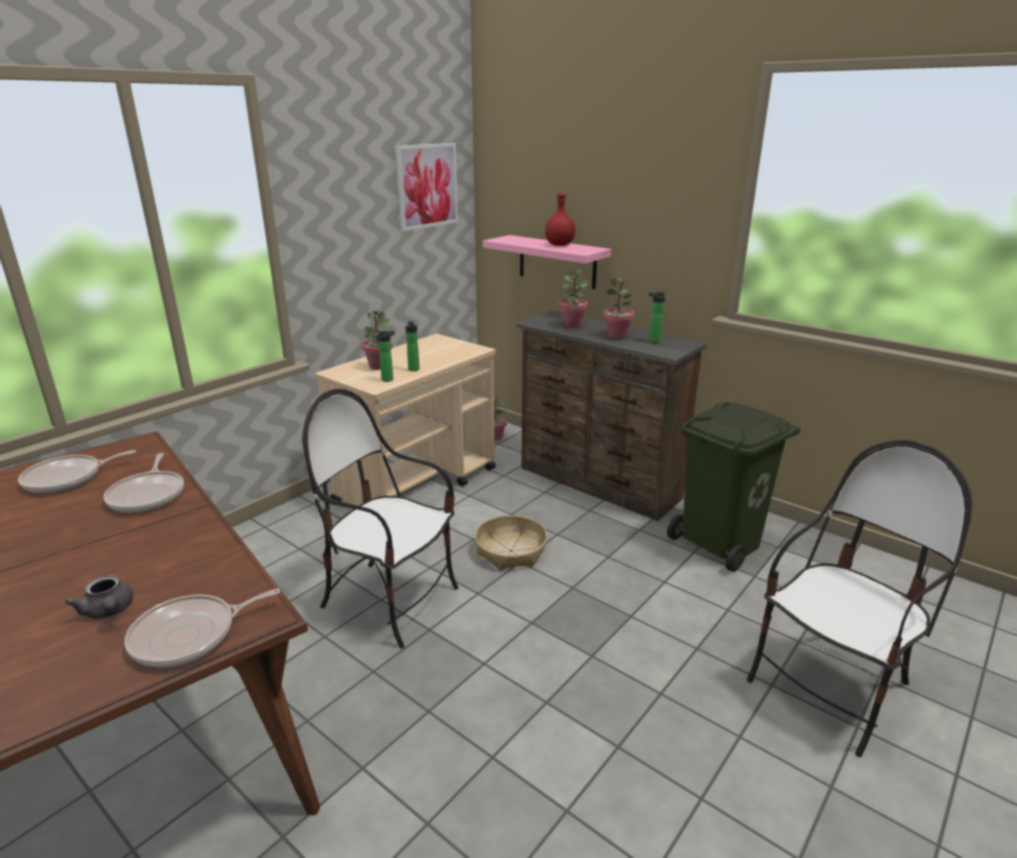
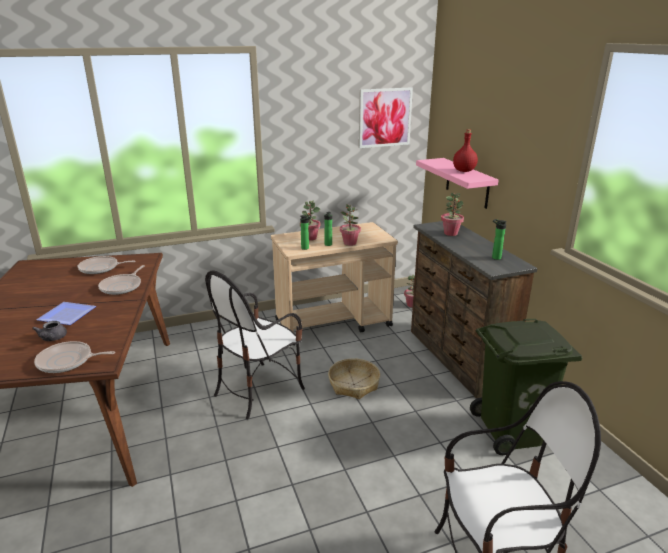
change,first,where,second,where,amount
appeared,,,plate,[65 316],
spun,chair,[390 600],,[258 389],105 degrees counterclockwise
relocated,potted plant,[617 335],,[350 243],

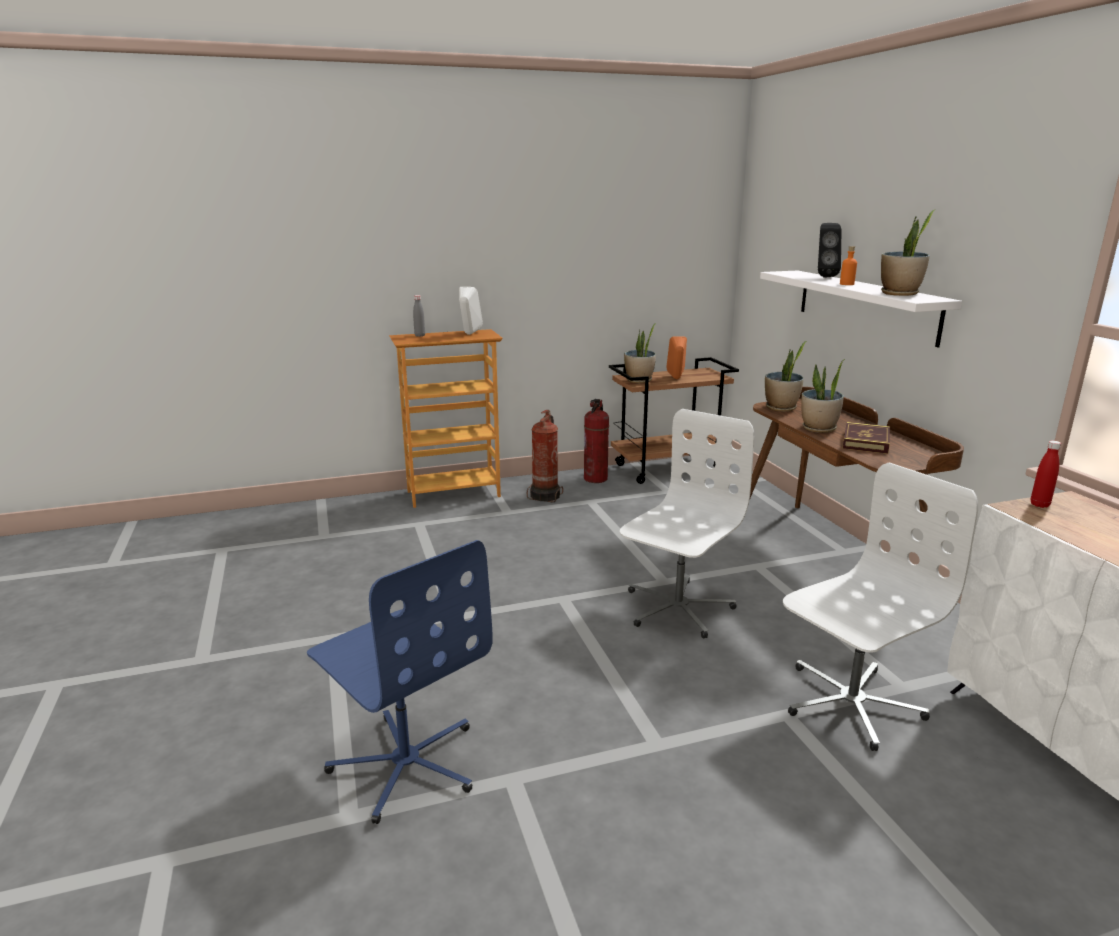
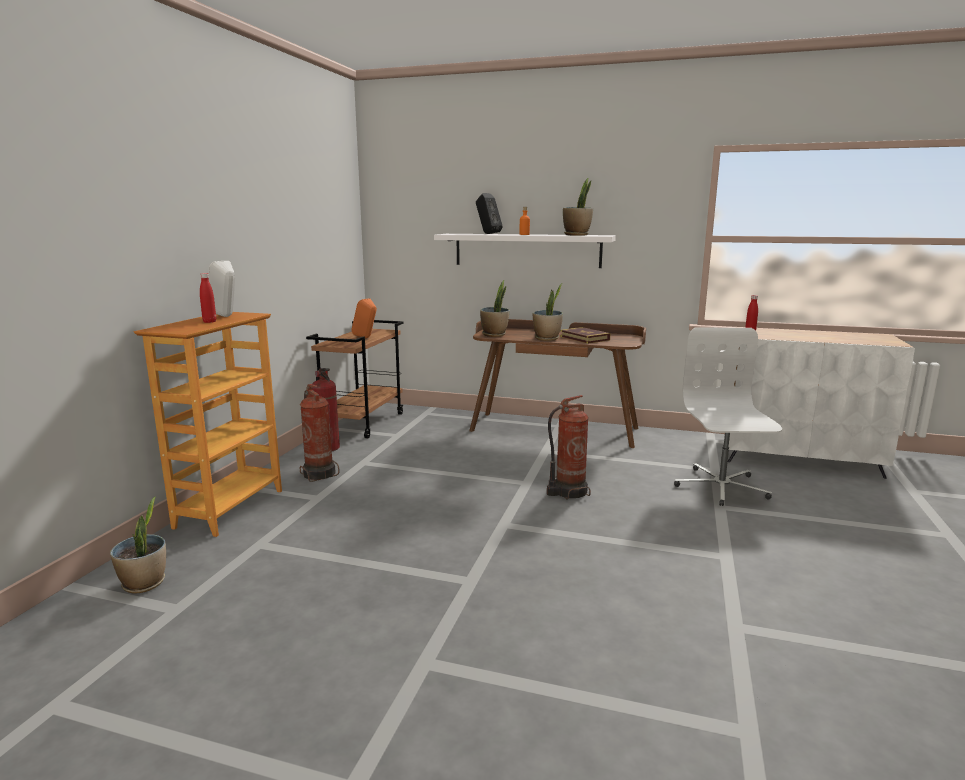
change,first,where,second,where,amount
relocated,potted plant,[639 380],,[144 584],
appeared,,,red bottle,[209 322],
exchanged,white office chair,[677 608],fire extinguisher,[568 492],
missing,blue office chair,[406 763],,,
missing,grey bottle,[420 335],,,

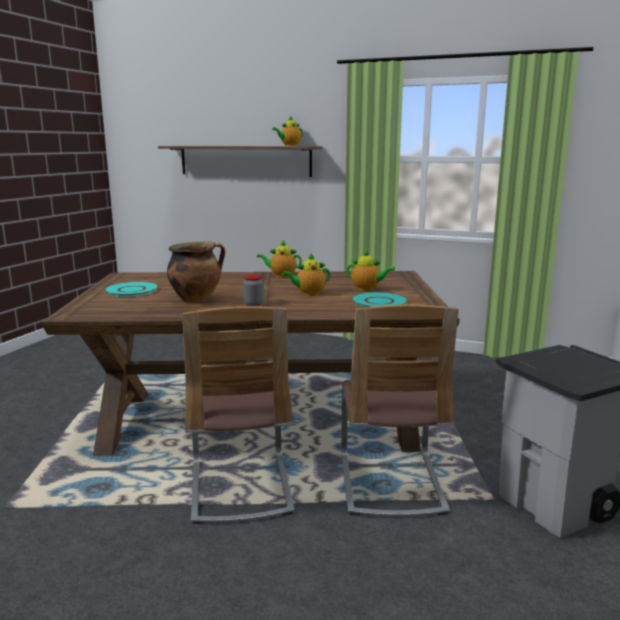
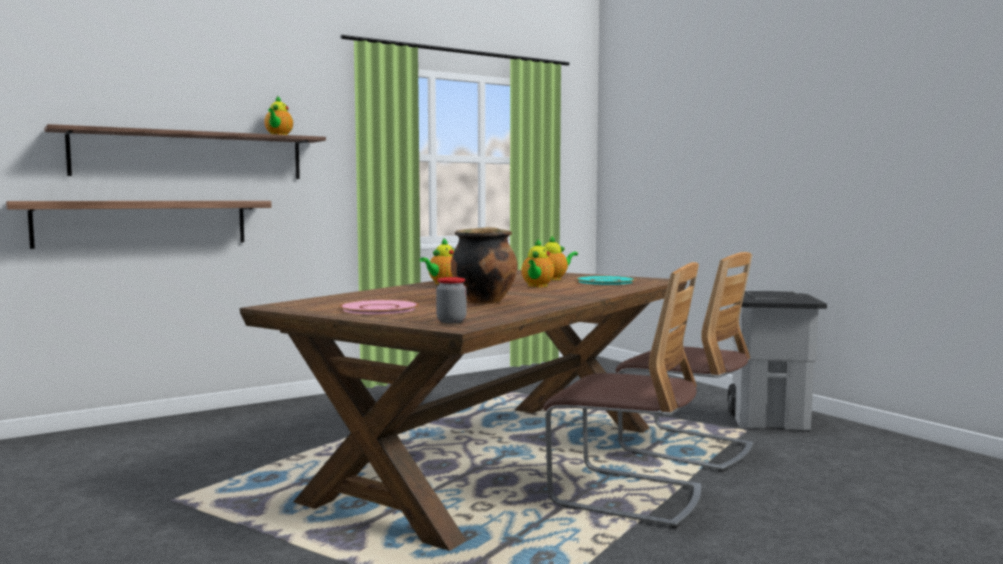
change,first,where,second,where,amount
appeared,,,shelf,[143 223],
colour,turquoise plate,[131 290],pink plate,[379 309],
relocated,jar,[253 304],,[451 321],

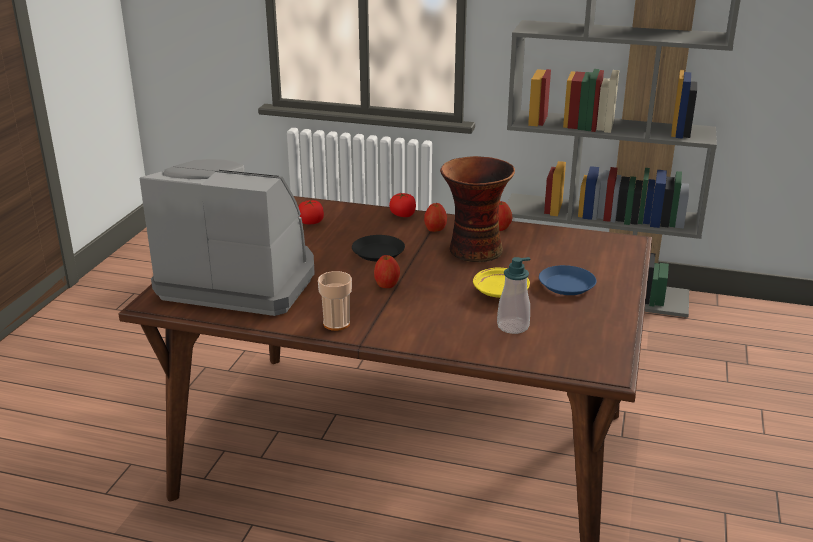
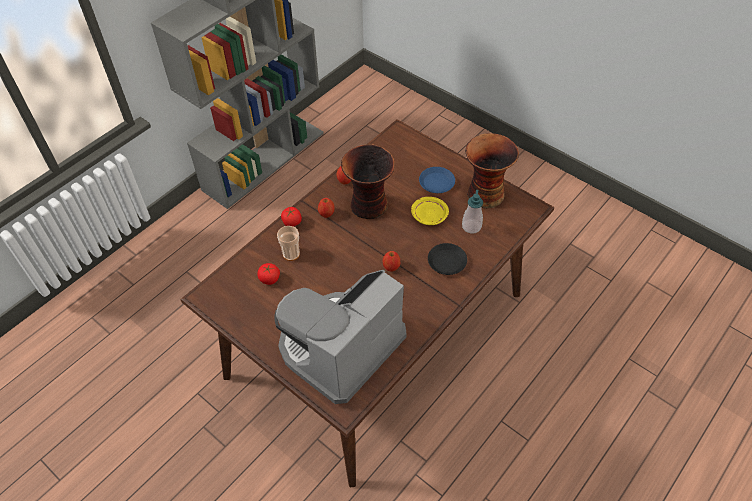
change,first,where,second,where,amount
relocated,cup,[336 323],,[291 254],
relocated,black plate,[378 252],,[447 262],
appeared,,,vase,[484 194],

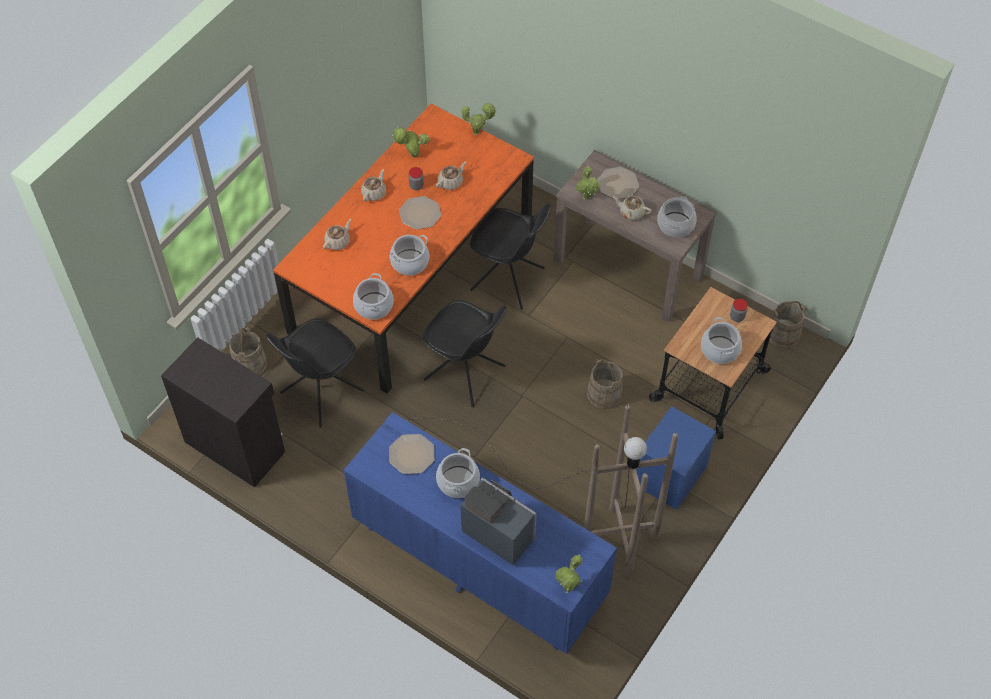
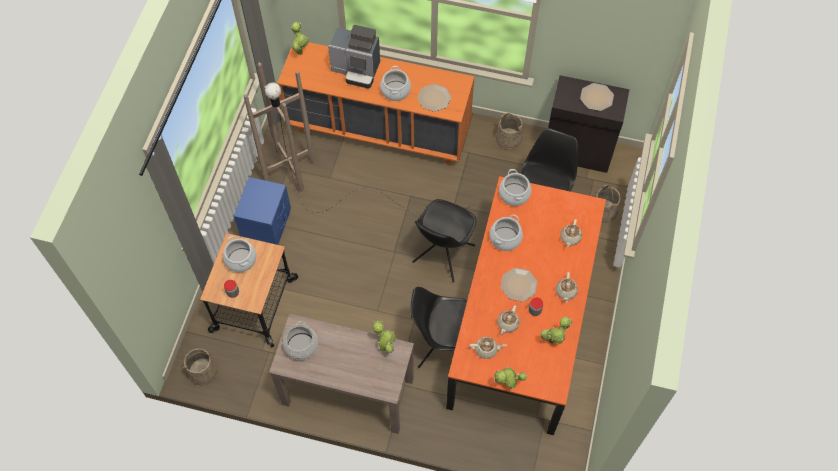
change,first,where,second,where,amount
colour,blue dresser,[478 563],orange dresser,[379 130],
spun,black chair,[466 374],,[442 254],75 degrees counterclockwise
relocated,beige teapot,[631 212],,[486 350],
relocated,beige bucket,[604 394],,[508 139],
relocated,plate,[618 184],,[596 97],

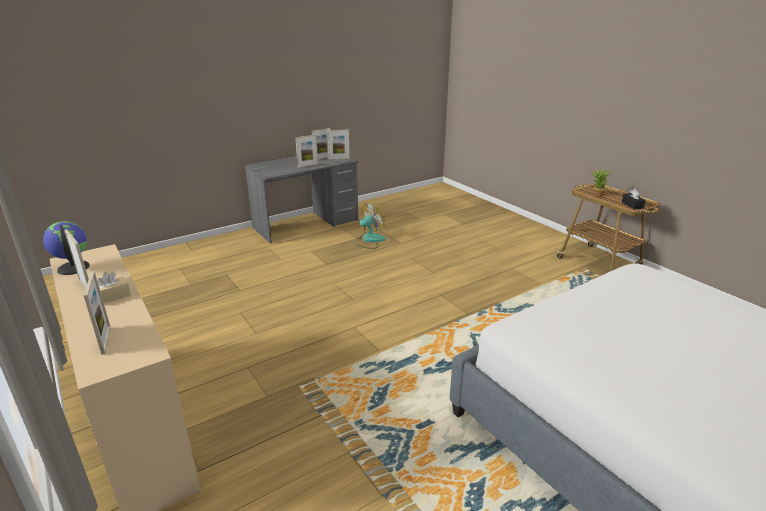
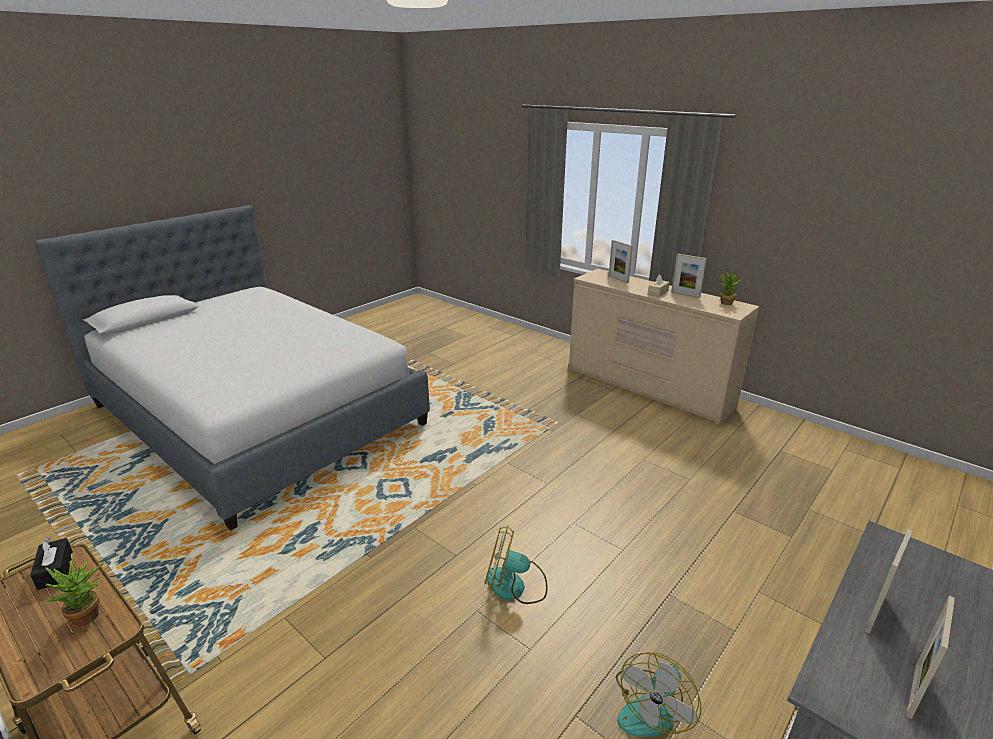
change,first,where,second,where,amount
appeared,,,fan,[515 586],
exchanged,globe,[73 268],potted plant,[724 302],
missing,picture frame,[339 159],,,

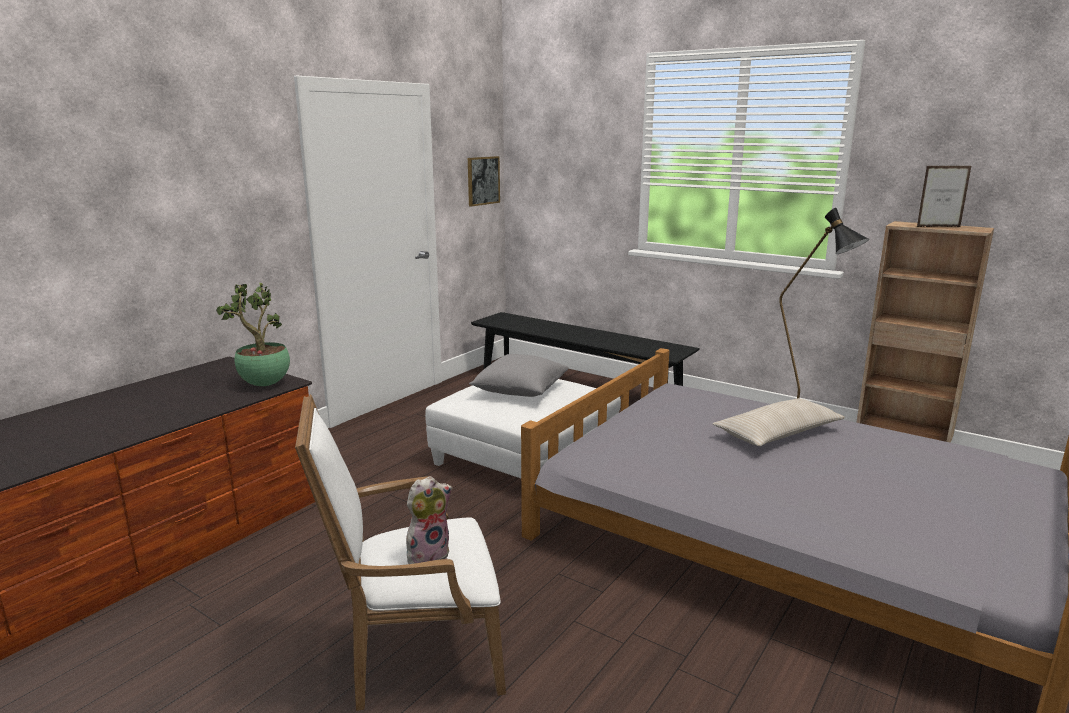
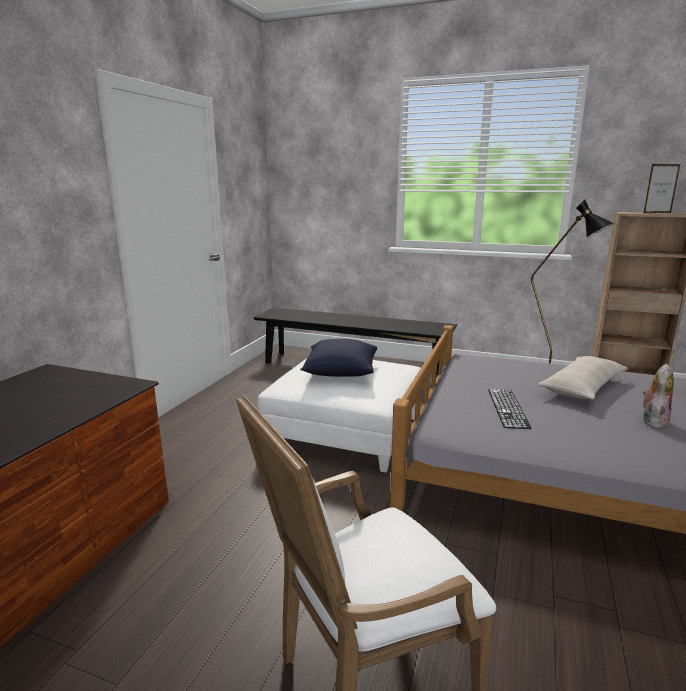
change,first,where,second,where,amount
colour,grey pillow,[519 391],blue pillow,[340 372],
appeared,,,keyboard,[507 408],
relocated,plush toy,[428 555],,[653 421],
missing,potted plant,[264 385],,,
missing,picture,[483 180],,,

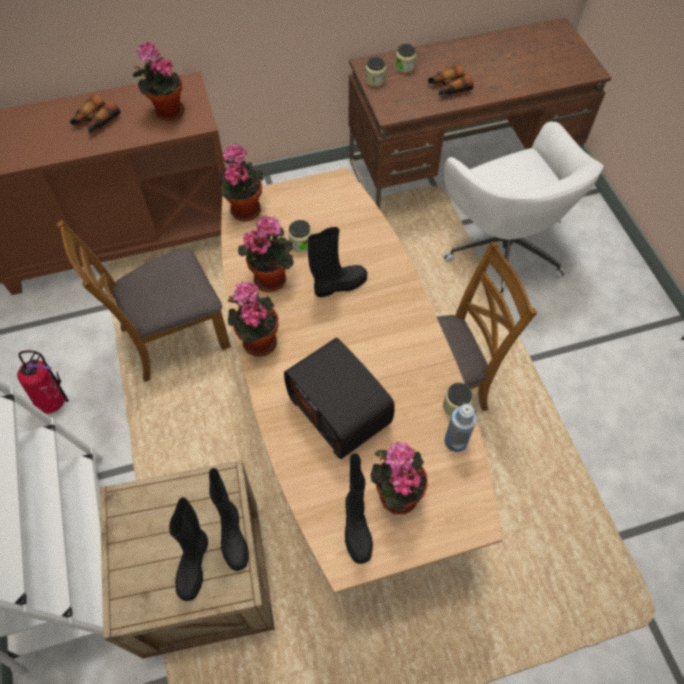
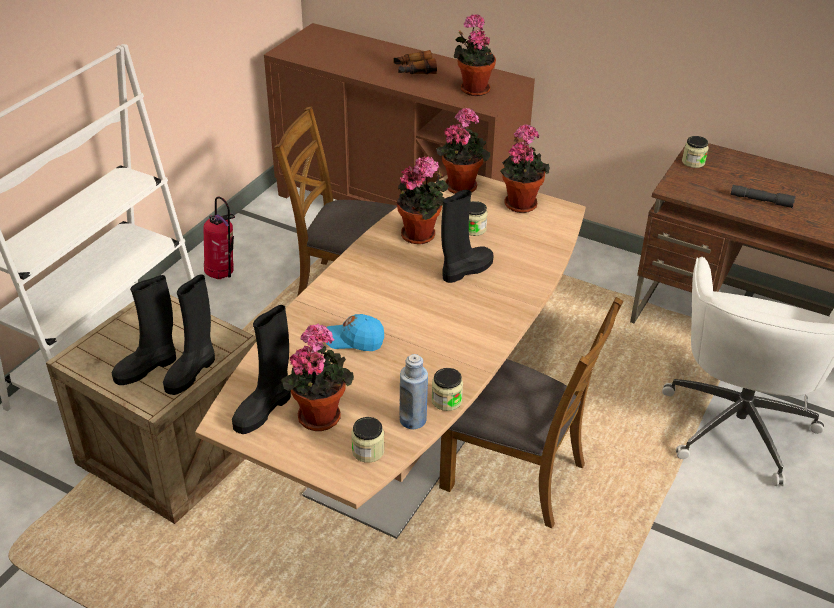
change,first,where,second,where,amount
exchanged,radio,[341 410],blue cap,[354 340],
relocated,jar,[405 67],,[368 451],
spun,black boot,[338 285],,[466 270],60 degrees counterclockwise
relocated,potted plant,[257 340],,[520 203],
exchanged,binoculars,[448 88],grey flashlight,[761 201],

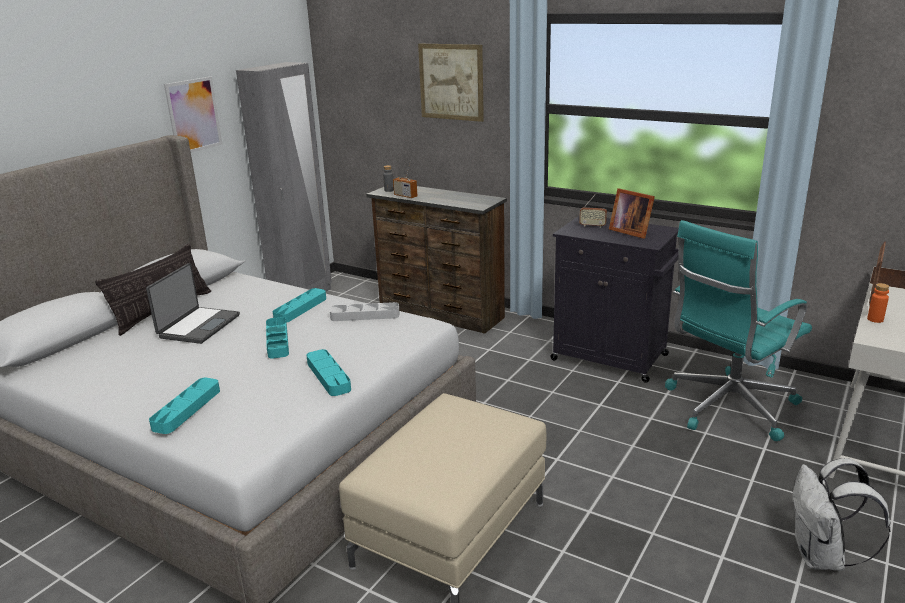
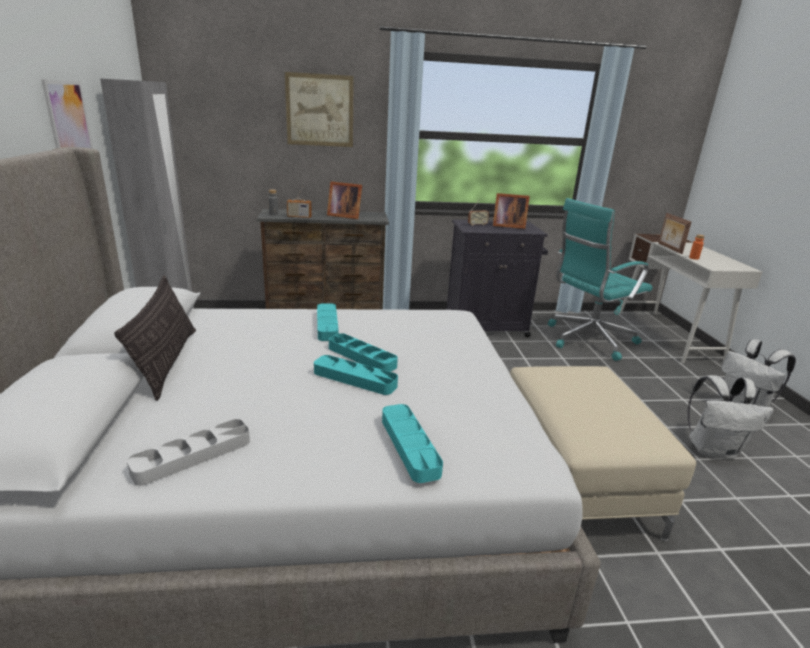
change,first,where,second,where,amount
relocated,grey tray,[365 315],,[192 456],
relocated,turquoise tray,[328 376],,[355 379],
appeared,,,picture frame,[344 216],
spun,turquoise office chair,[727 407],,[587 340],45 degrees clockwise
appeared,,,white backpack,[713 449],
missing,laptop,[198 326],,,

